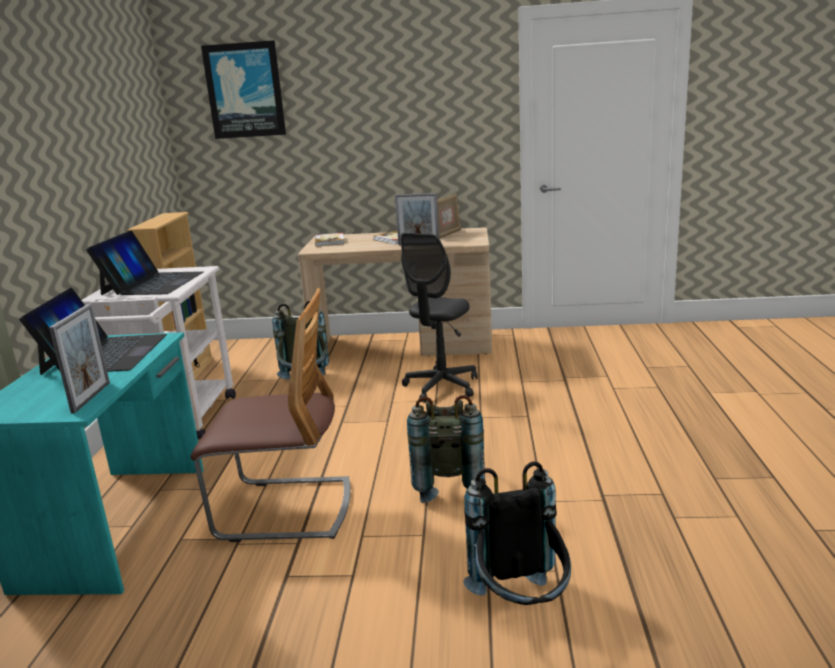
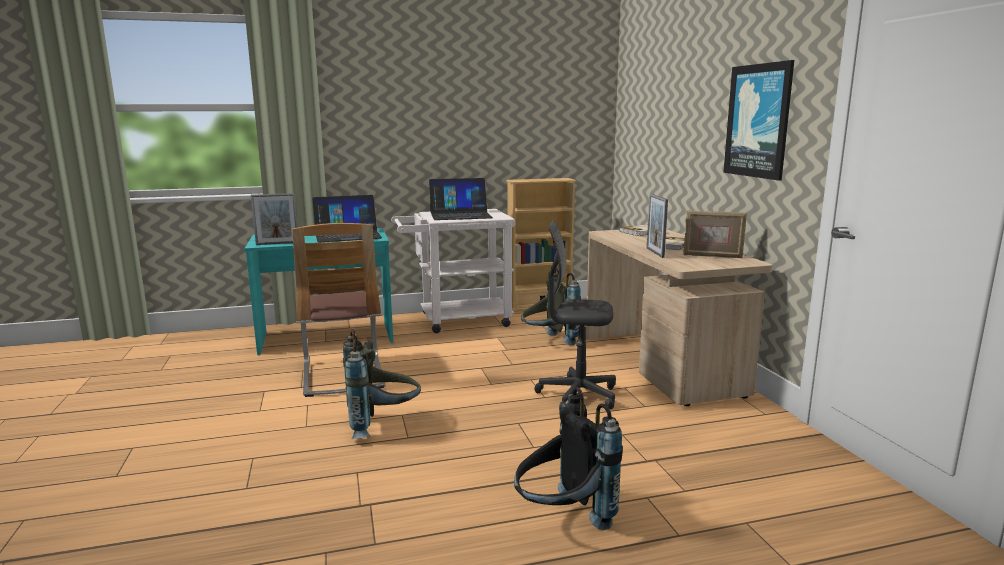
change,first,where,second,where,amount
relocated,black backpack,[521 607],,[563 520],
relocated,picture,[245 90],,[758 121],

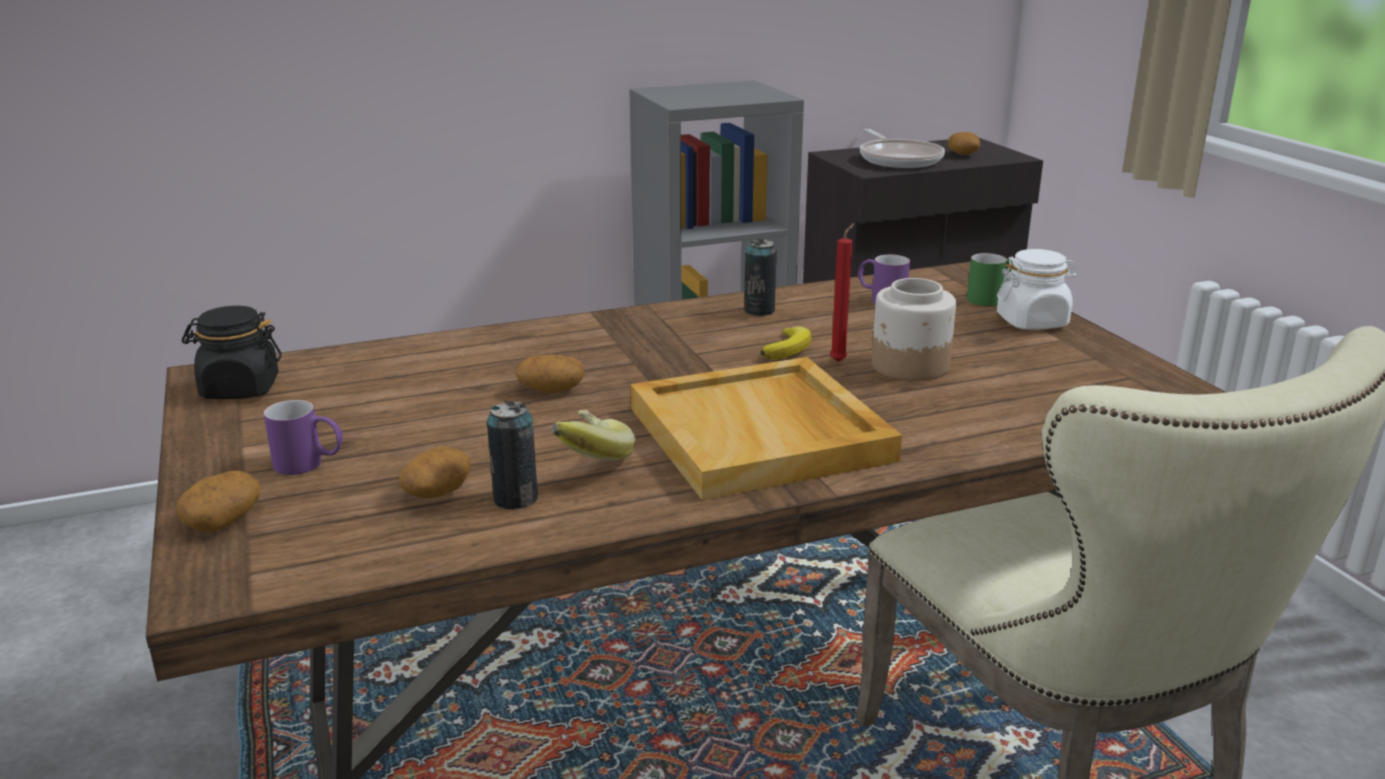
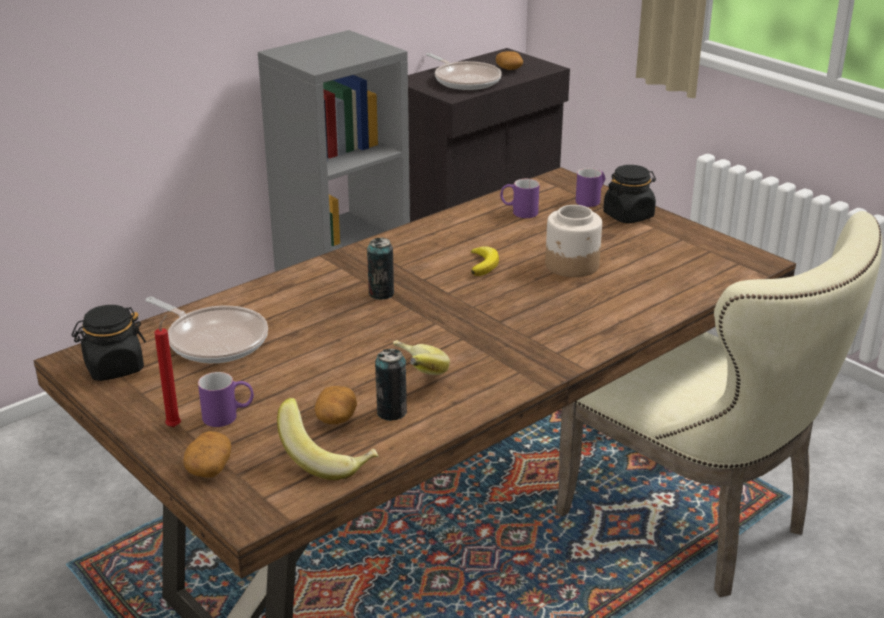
change,first,where,second,where,amount
appeared,,,frying pan,[214 340],
relocated,red candle,[840 361],,[175 425],
appeared,,,banana,[328 459],
relocated,can,[759 310],,[381 293],
colour,green mug,[991 298],purple mug,[591 199],
colour,white jar,[1032 322],black jar,[628 215],
missing,potato,[550 390],,,
missing,beige tray,[762 434],,,

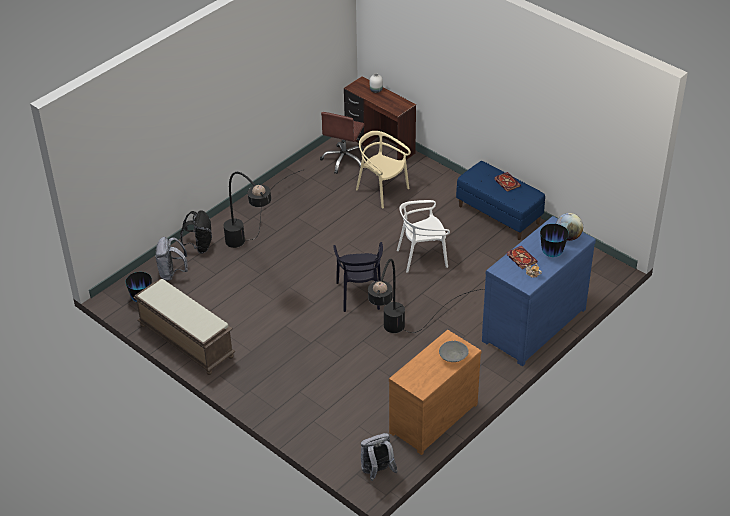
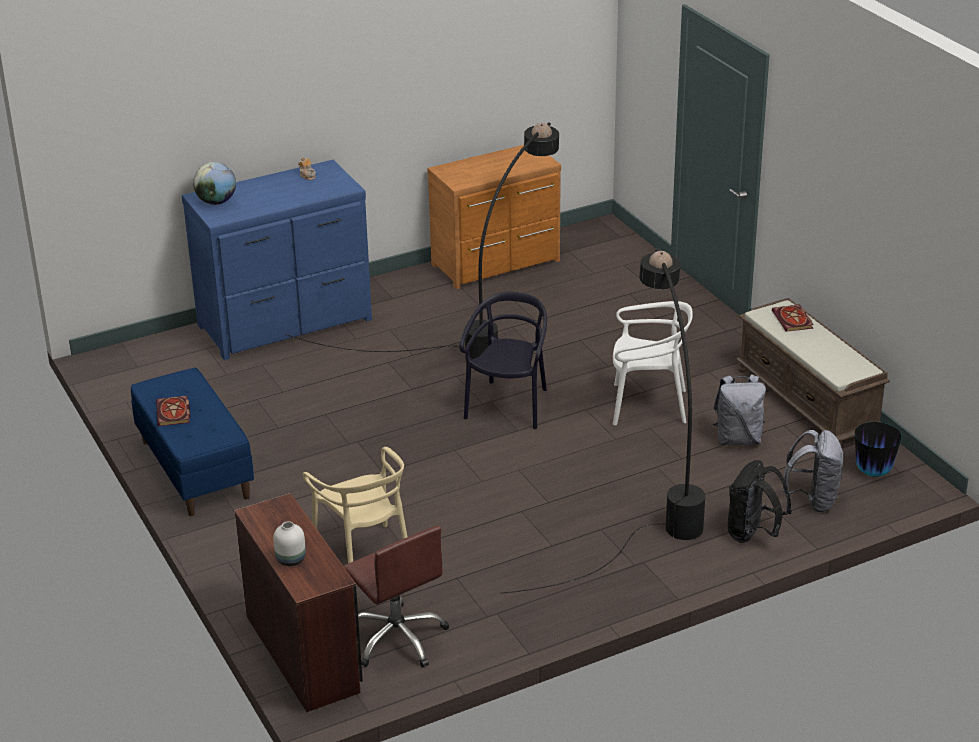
change,first,where,second,where,amount
spun,brown office chair,[344 160],,[397 638],105 degrees clockwise
relocated,white chair,[422 257],,[647 405],
relocated,grey backpack,[377 471],,[738 439],
relocated,book,[520 258],,[793 320],
missing,grey bowl,[453 357],,,
missing,vase,[552 253],,,

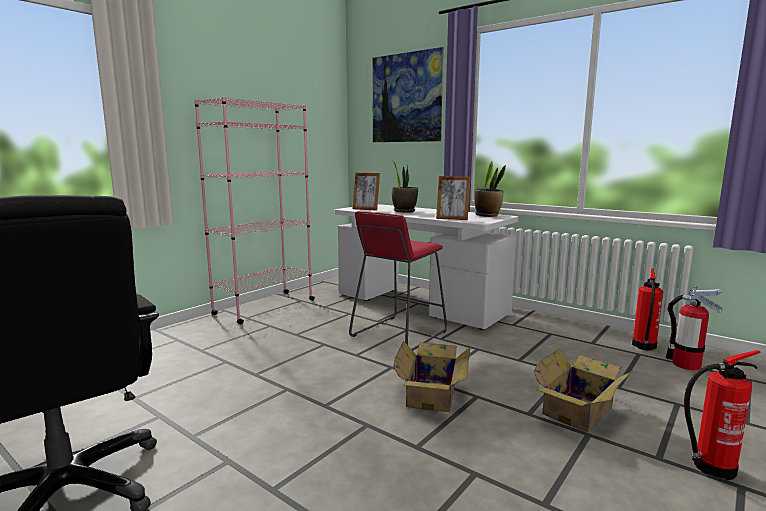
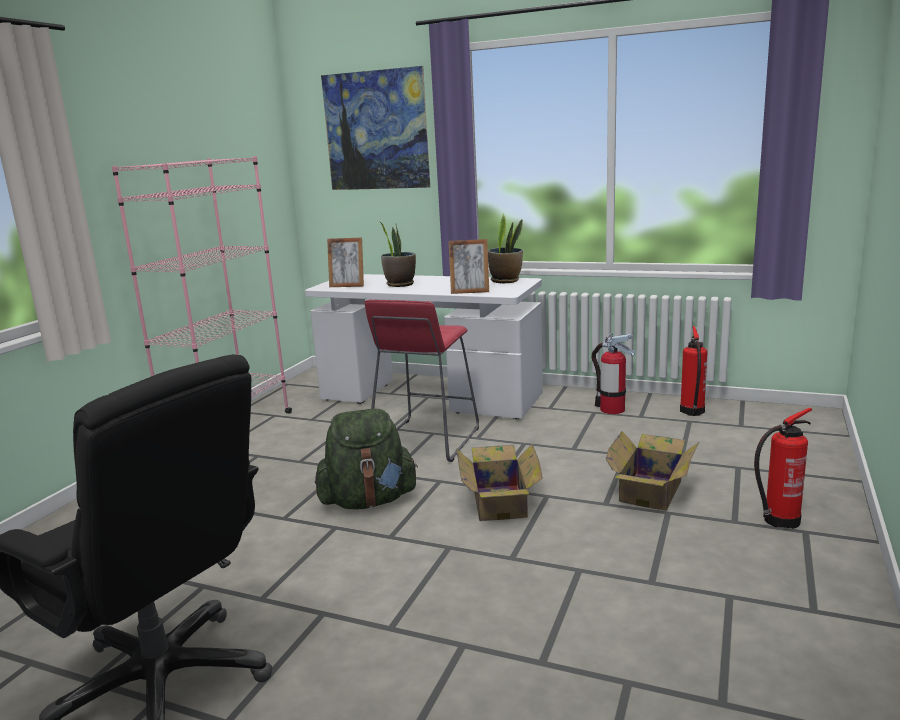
change,first,where,second,where,amount
appeared,,,green backpack,[368 501],
relocated,fire extinguisher,[686 364],,[612 409],

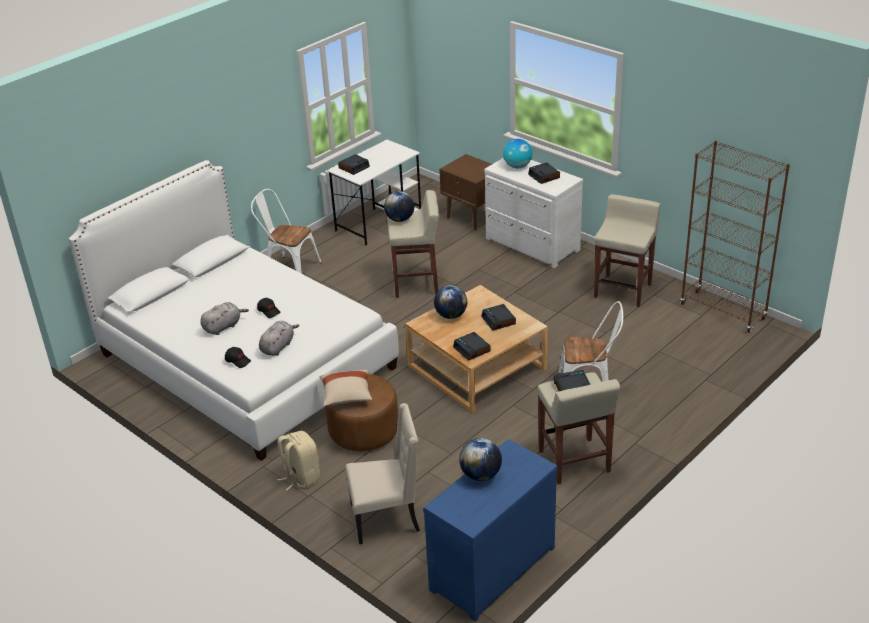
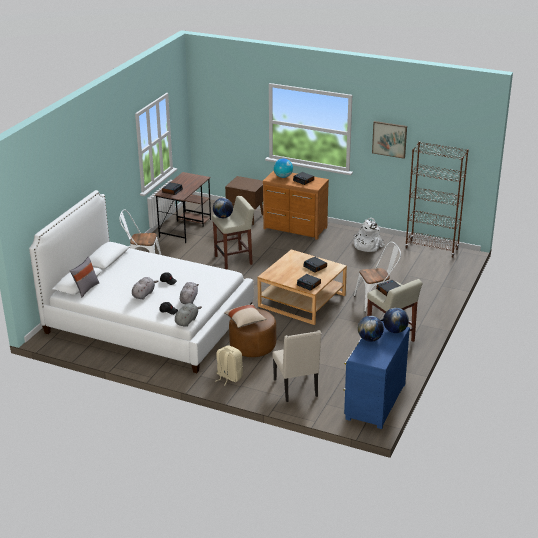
change,first,where,second,where,amount
appeared,,,grey pillow,[86 289],
colour,white desk,[379 221],brown desk,[185 228],
appeared,,,grey plush toy,[187 321],
colour,white dresser,[531 245],brown dresser,[295 229],
spun,beige chair,[387 518],,[297 388],105 degrees clockwise
exchanged,beige stool,[623 290],white backpack,[366 246],
appeared,,,picture,[389 139],
relocated,globe,[451 315],,[395 331],

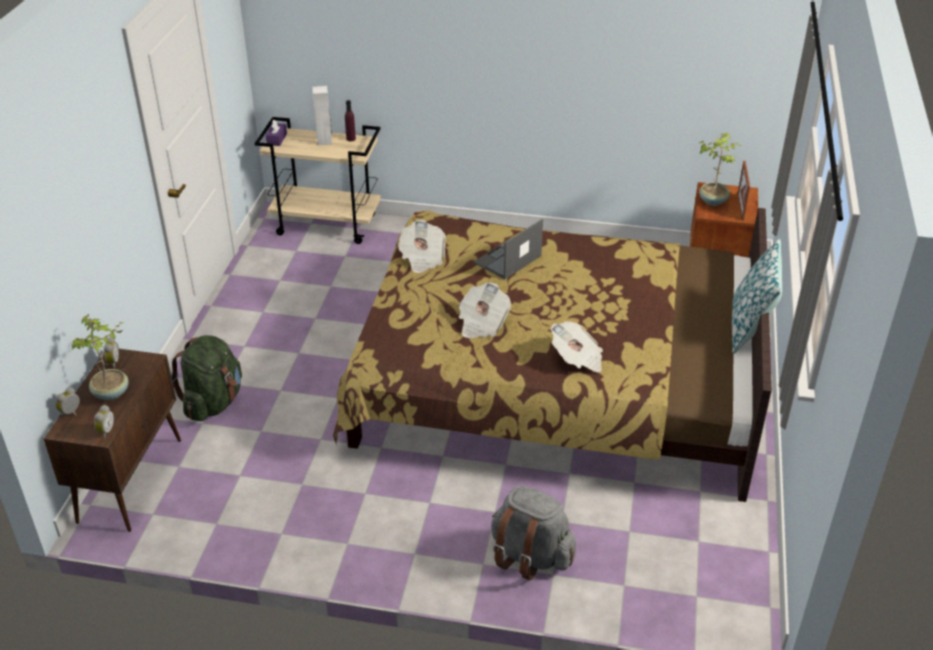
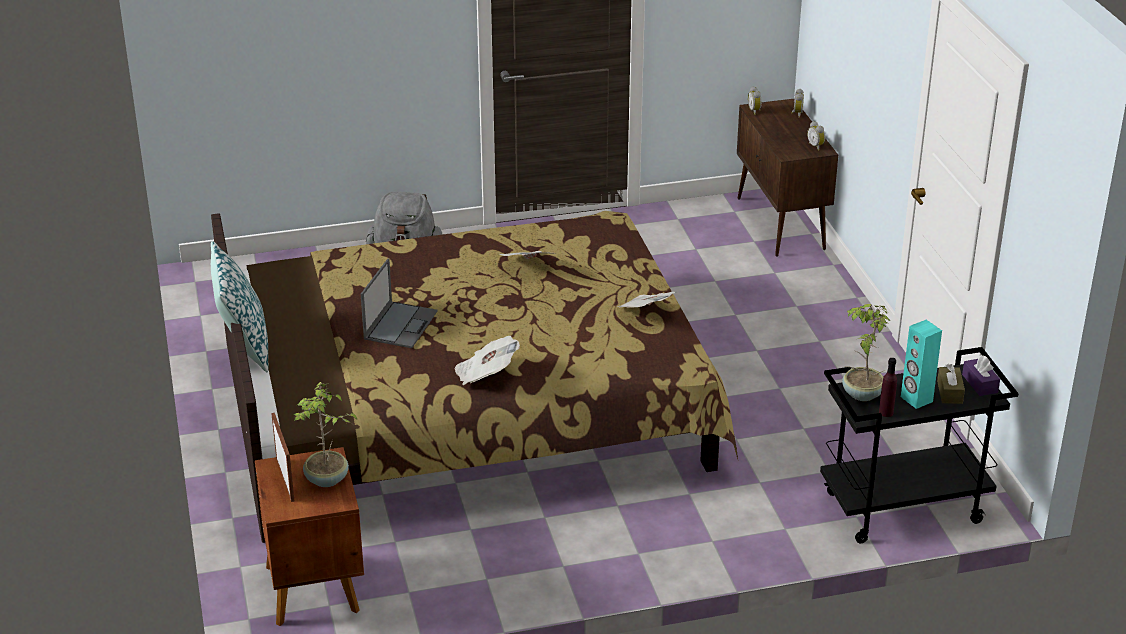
change,first,where,second,where,amount
relocated,laptop,[507 260],,[400 324],
relocated,newspaper,[577 359],,[486 374],
colour,beige cart,[327 224],black cart,[902 509],
relocated,potted plant,[112 393],,[861 394],
colour,white speaker,[324 140],turquoise speaker,[916 399],
appeared,,,brown tissue box,[949 392],
missing,green backpack,[213 402],,,

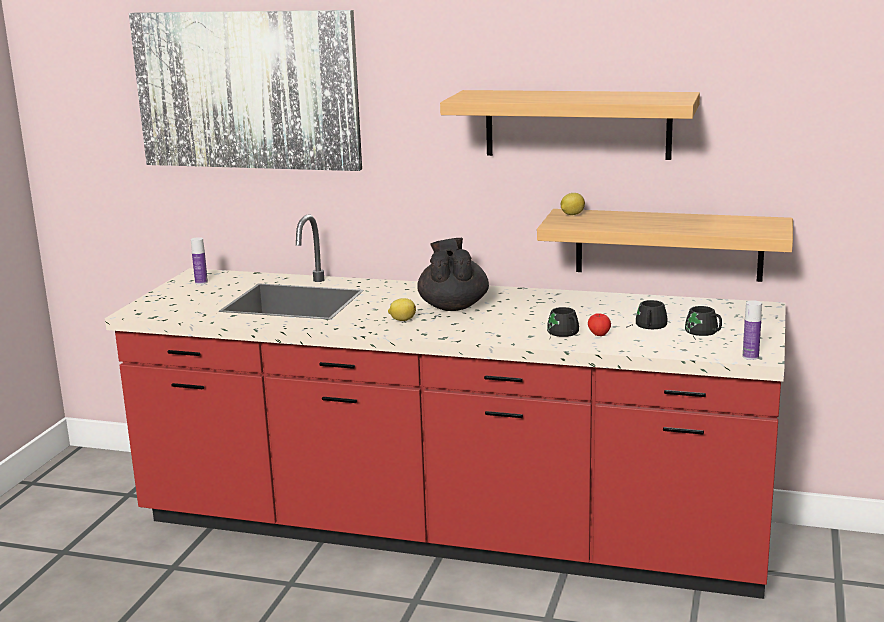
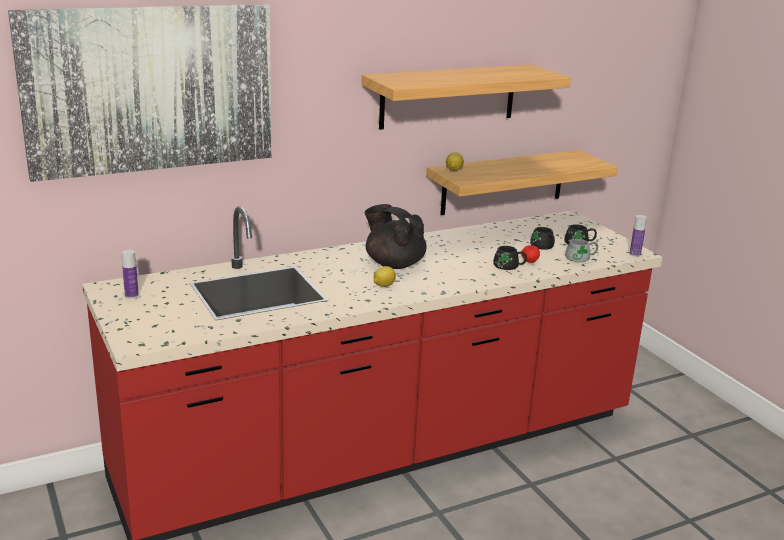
change,first,where,second,where,amount
appeared,,,grey mug,[581 259],

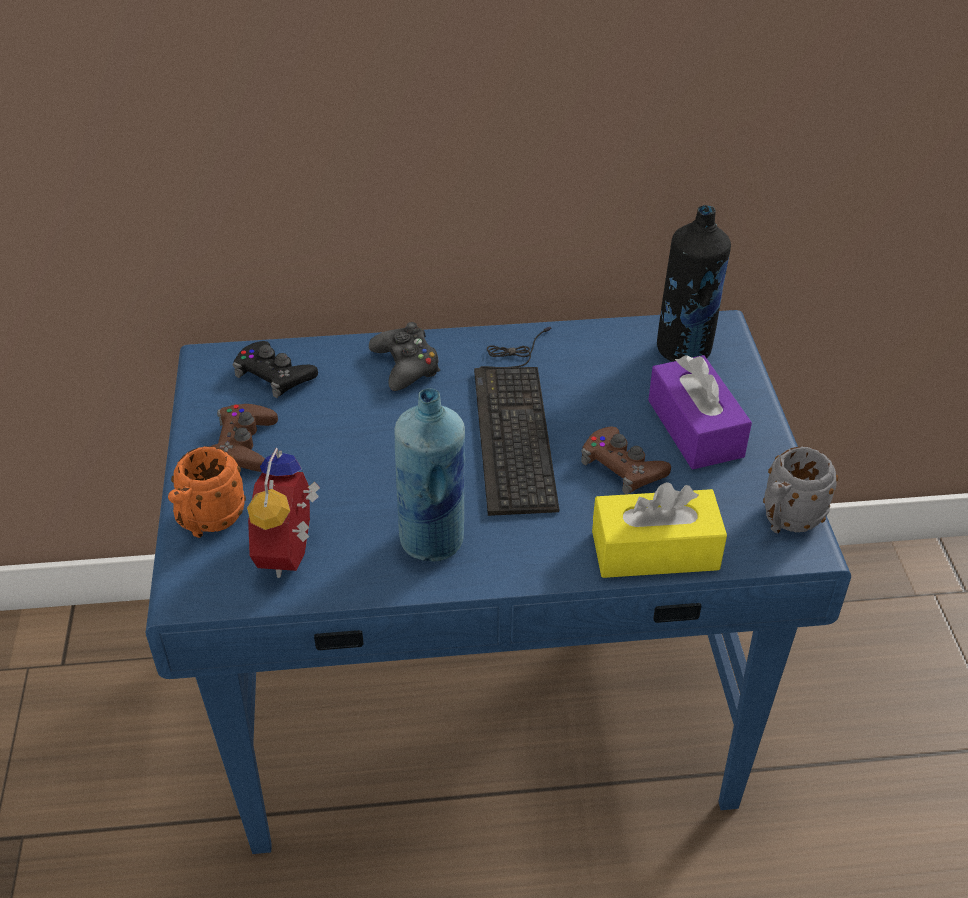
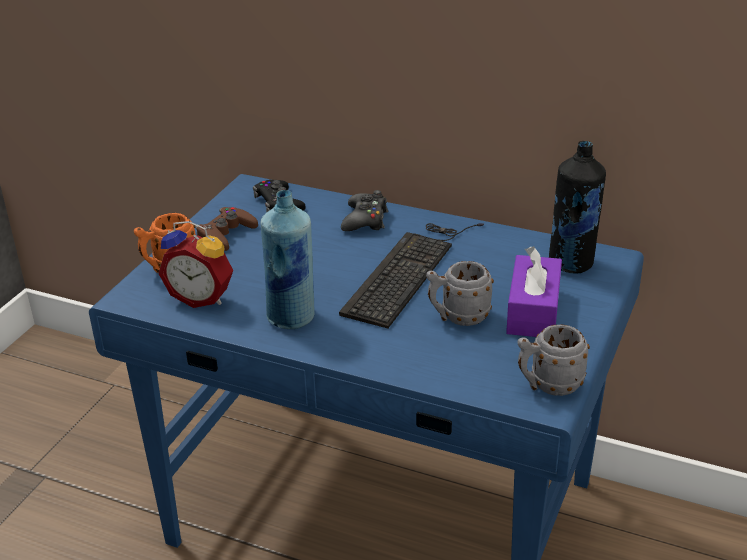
change,first,where,second,where,amount
spun,alarm clock,[293 553],,[202 297],105 degrees counterclockwise
exchanged,brown game controller,[622 467],grey mug,[458 317],
missing,yellow tissue box,[655 550],,,

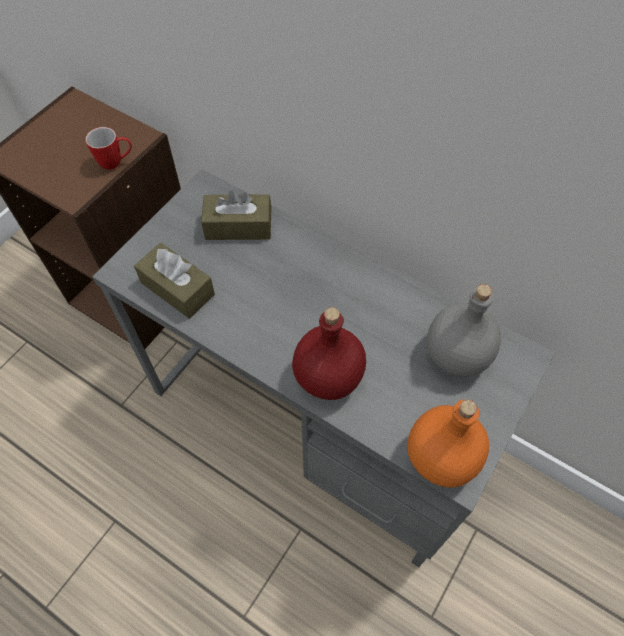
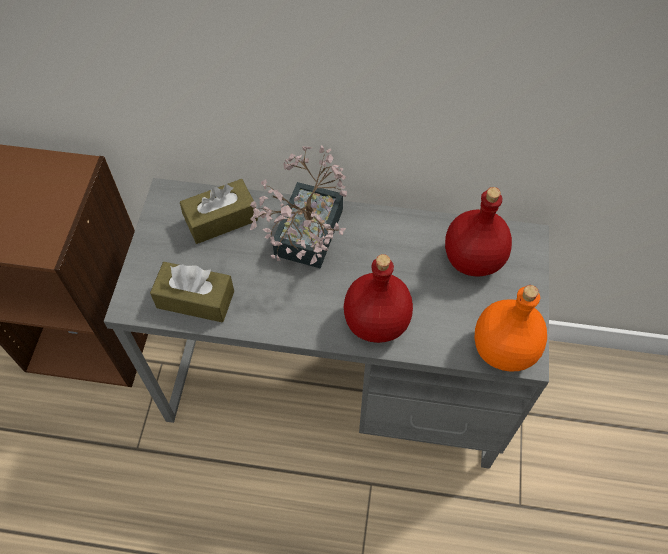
change,first,where,second,where,amount
appeared,,,potted plant,[304 240],
colour,grey bottle,[455 356],red bottle,[472 260],
missing,mug,[116 162],,,

